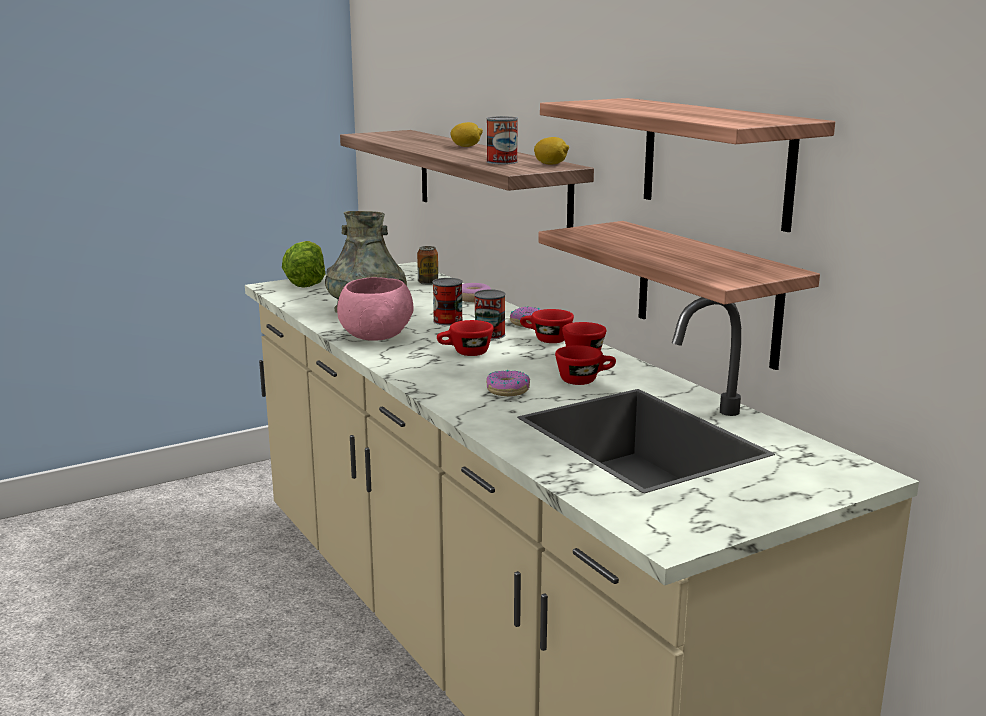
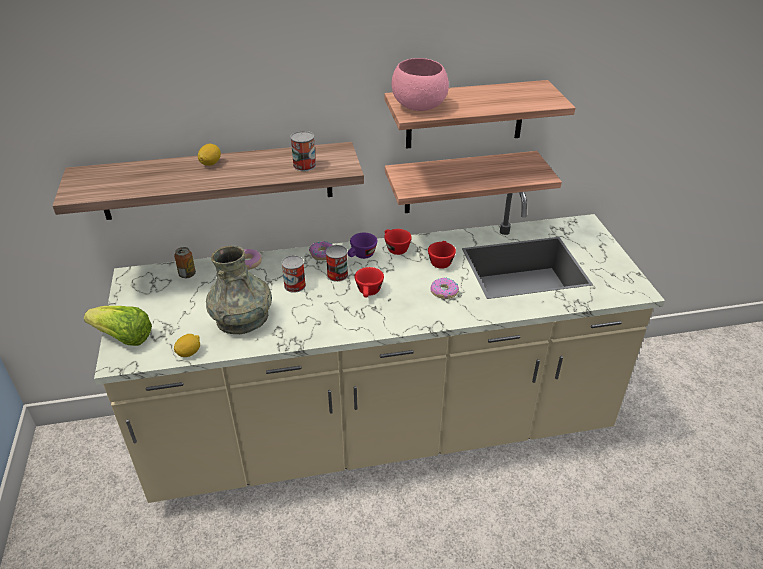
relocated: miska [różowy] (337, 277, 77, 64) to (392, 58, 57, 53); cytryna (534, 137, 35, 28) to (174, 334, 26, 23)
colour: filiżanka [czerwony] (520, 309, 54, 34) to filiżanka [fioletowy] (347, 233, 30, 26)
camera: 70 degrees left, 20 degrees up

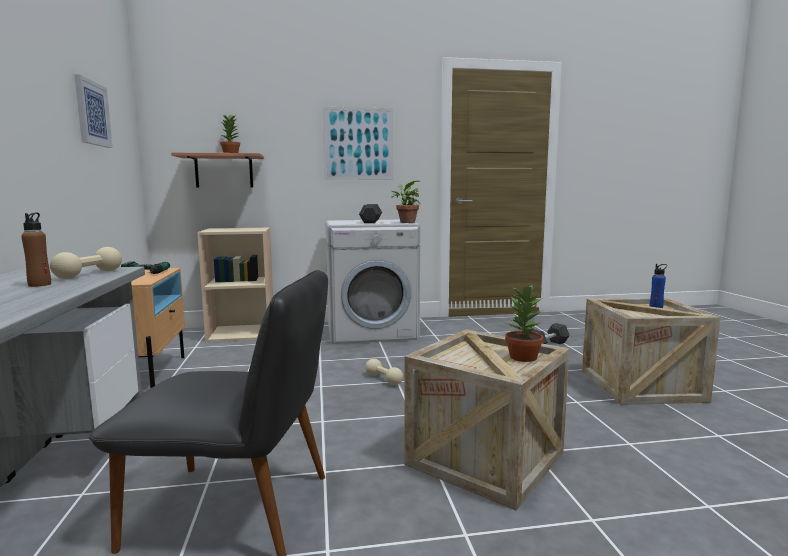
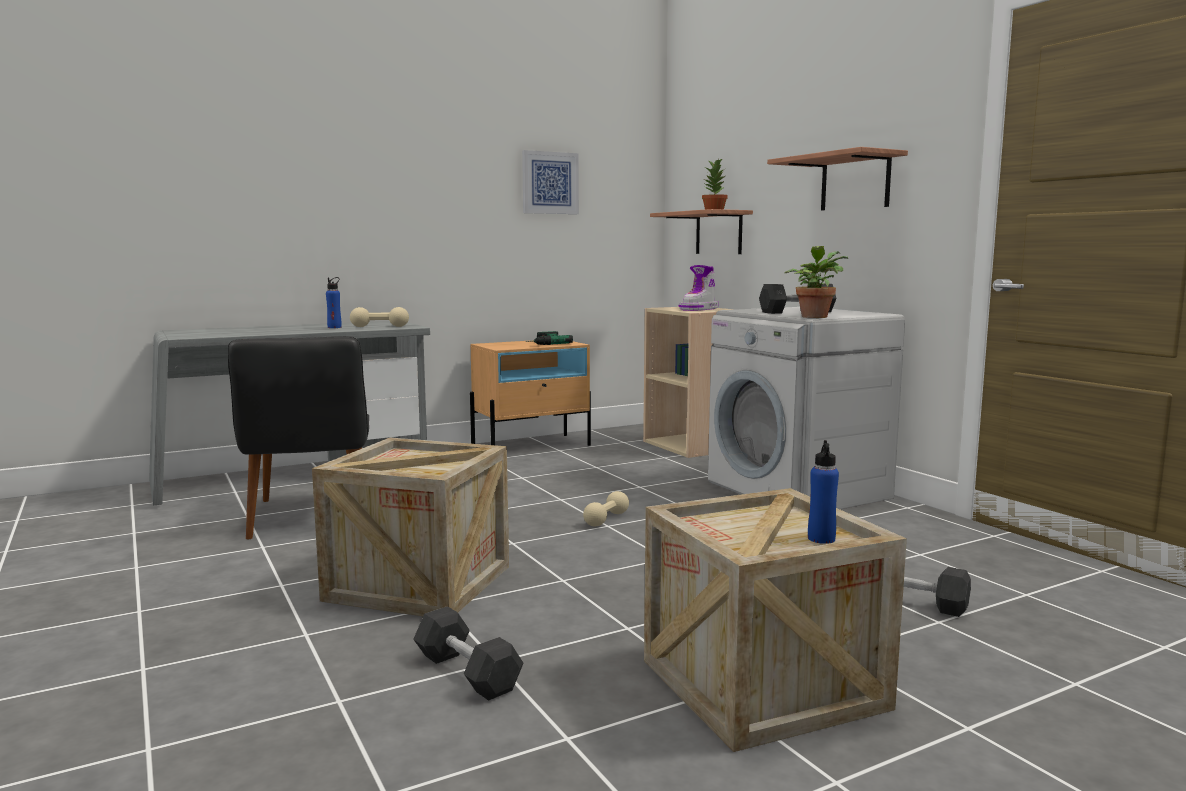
missing: roślina doniczkowa (505, 285, 38, 77)
appeared: hantel [szary] (413, 606, 110, 95); but z cholewką (679, 265, 40, 46)
exchanged: obraz (322, 107, 71, 73) to półka (767, 147, 141, 63)
colour: butelka [brązowy] (21, 213, 30, 74) to butelka [niebieski] (326, 277, 16, 51)
camera: 70 degrees right, 0 degrees up

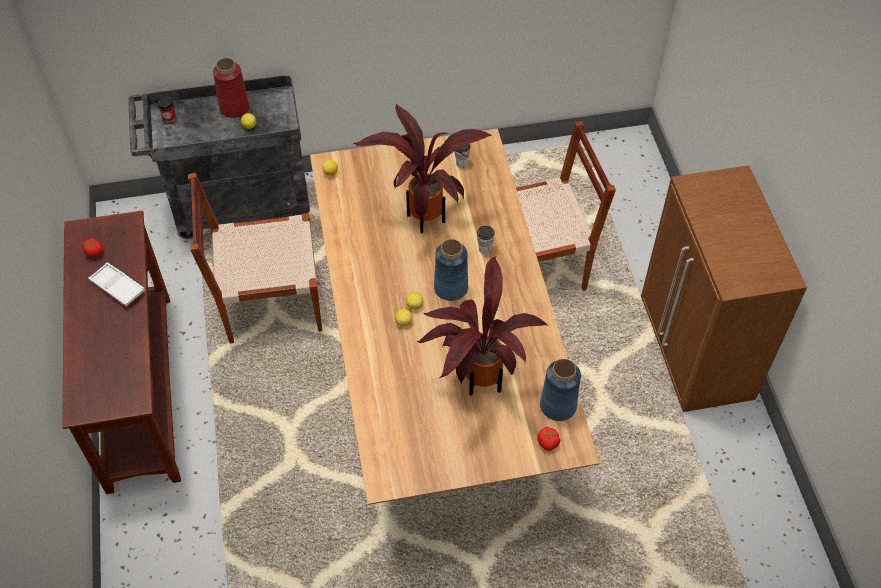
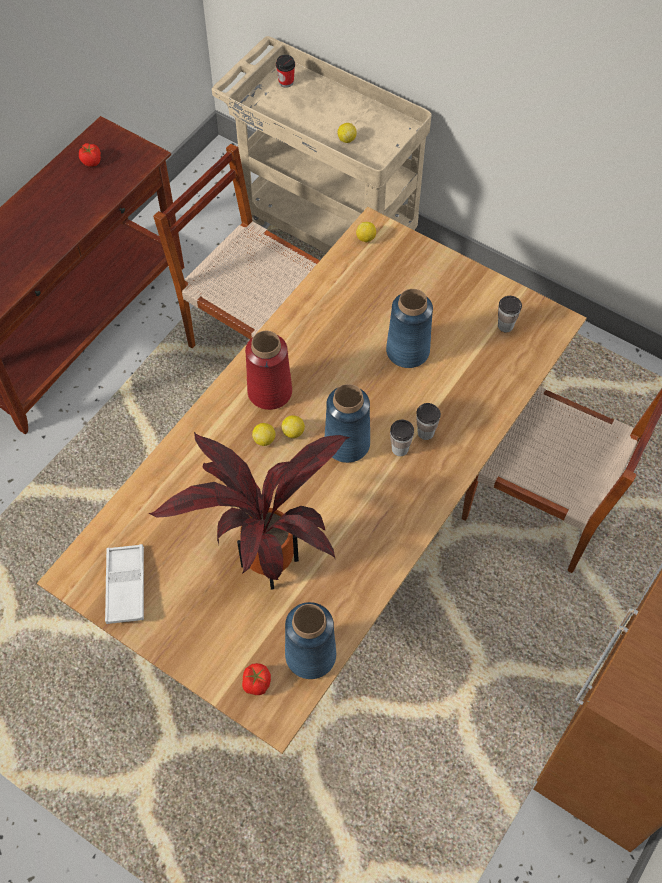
appeared: filiżanka (390, 420, 24, 36)
relocated: taca [biały] (88, 262, 57, 44) to (105, 544, 39, 80); wazon [czerwony] (213, 58, 37, 60) to (245, 331, 47, 79)
exchanged: roślina doniczkowa (354, 103, 138, 131) to wazon [niebieski] (386, 289, 47, 79)
colour: wózek [czarny] (128, 75, 182, 164) to wózek [beżowy] (212, 36, 219, 217)
camera: 45 degrees right, 5 degrees up

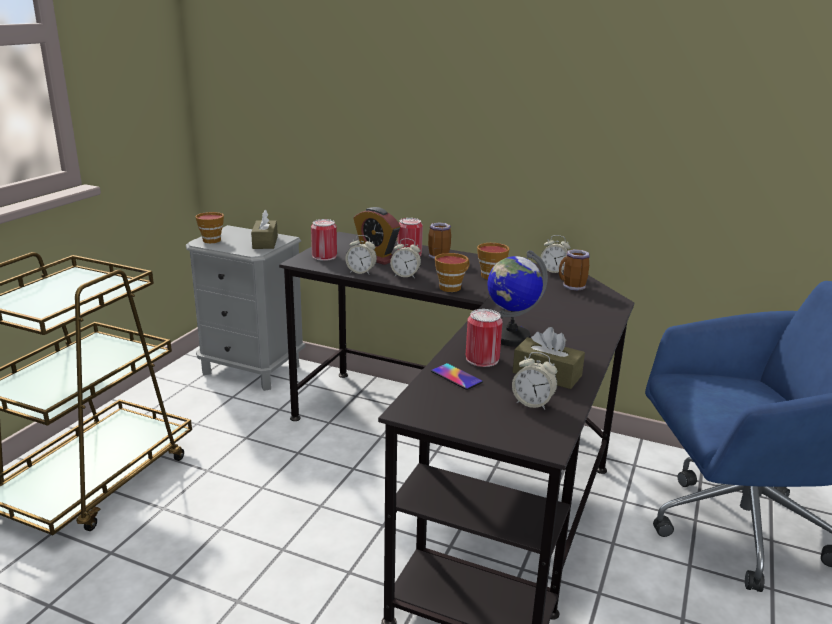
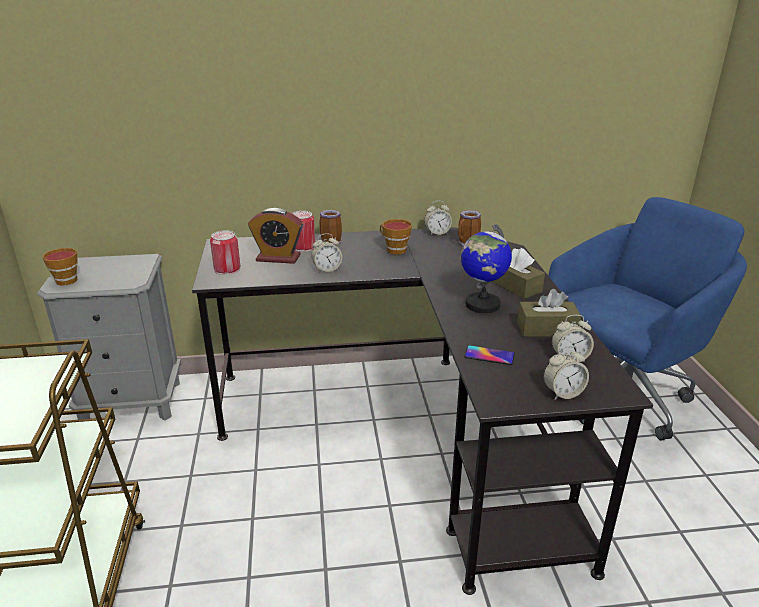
missing: filiżanka (435, 253, 34, 39); puszka (466, 309, 37, 58)
relocated: pudełko chusteczek [brązowy] (251, 210, 27, 39) to (491, 248, 54, 51); budzik (345, 235, 32, 40) to (543, 346, 46, 54)
camera: 30 degrees left, 5 degrees up

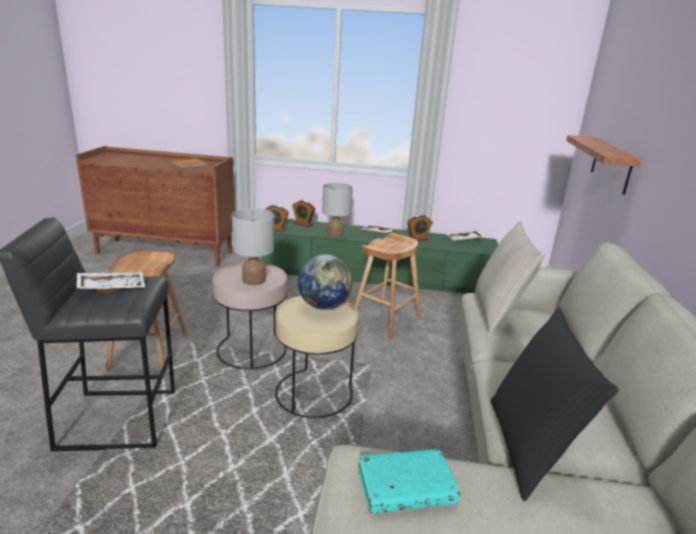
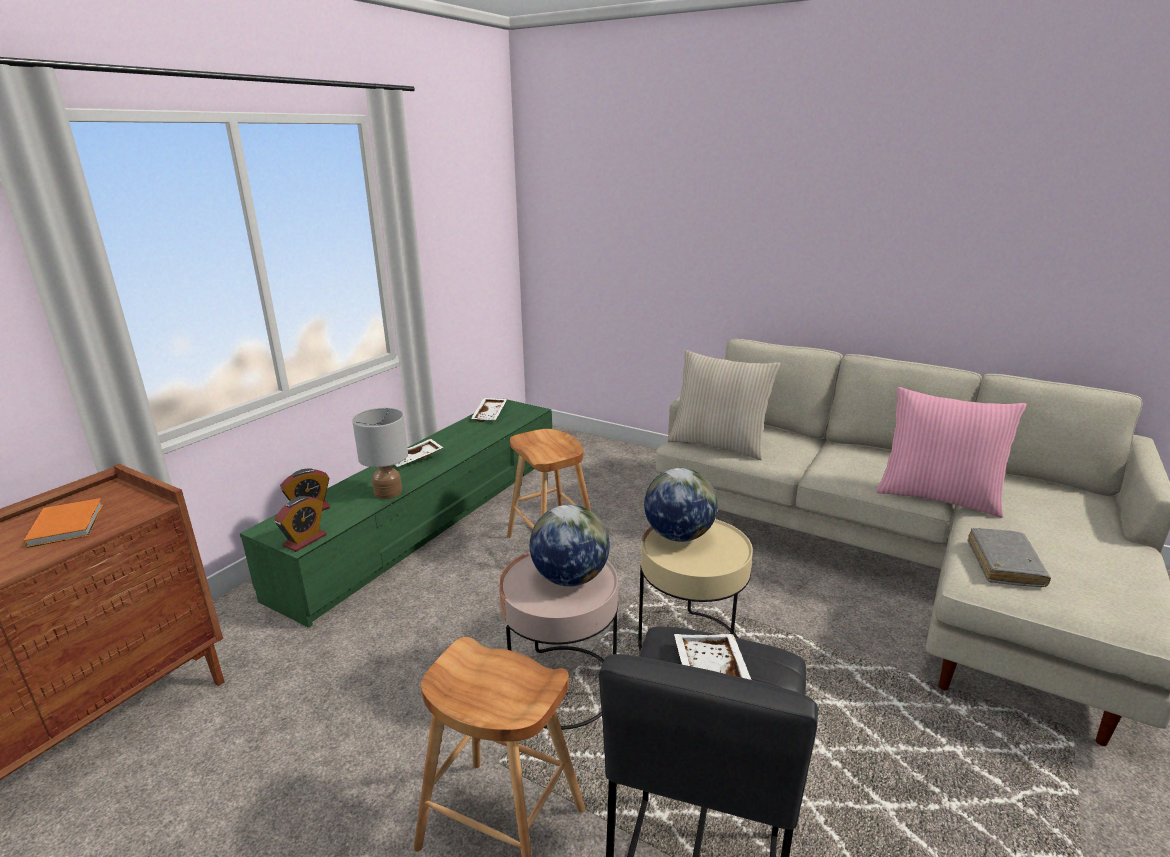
missing: budzik (407, 215, 26, 26); półka (566, 135, 75, 60)
exchanged: lampa stołowa [szary] (232, 208, 42, 77) to globus (530, 504, 80, 83)
colour: książka [turkusowy] (358, 449, 102, 65) to książka [szary] (967, 528, 84, 59); poduszka [czarny] (491, 308, 128, 193) to poduszka [różowy] (876, 387, 151, 131)
camera: 65 degrees left, 0 degrees up

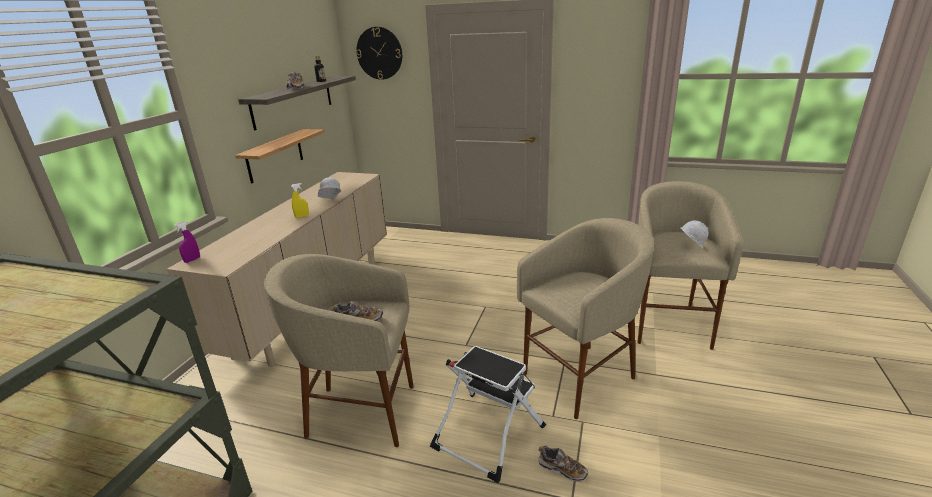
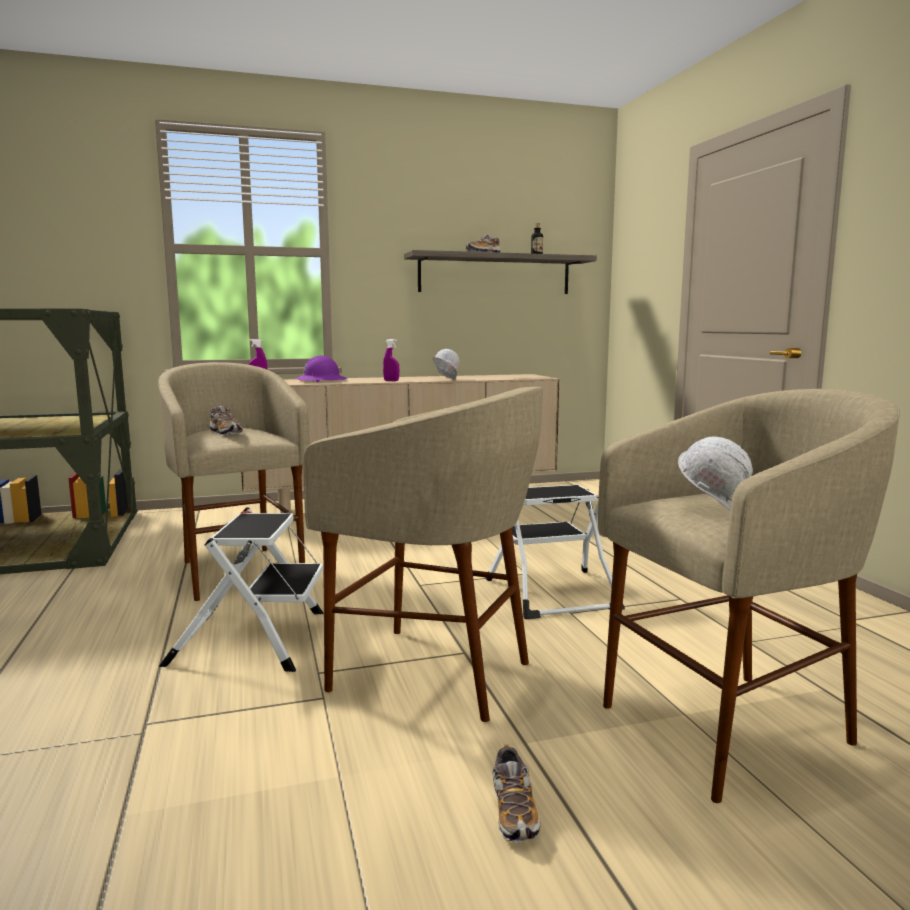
missing: półka (235, 129, 90, 54); zegar ścienny (356, 27, 46, 53)
appeared: kask [fioletowy] (295, 356, 53, 26); drabinka (486, 485, 139, 134)
relocated: but (538, 446, 50, 36) to (492, 745, 49, 98)
colour: spryskiwacz [żółty] (291, 183, 18, 35) to spryskiwacz [fioletowy] (383, 339, 16, 42)
camera: 55 degrees right, 15 degrees down

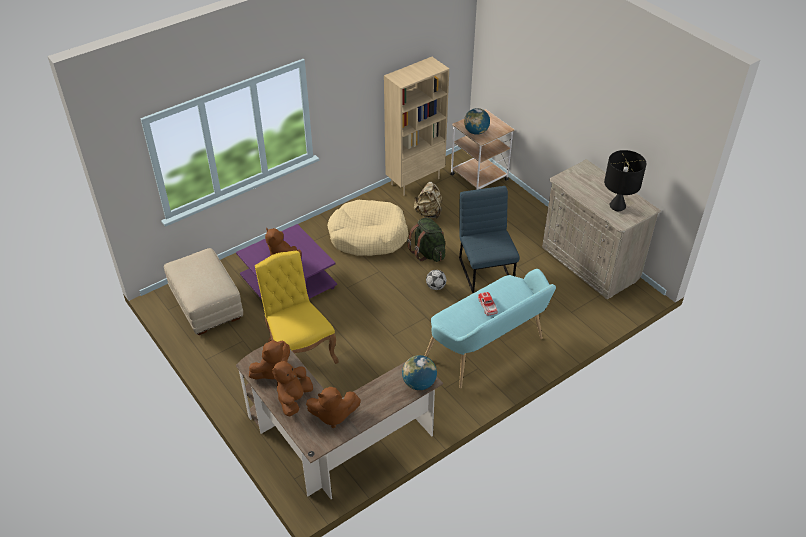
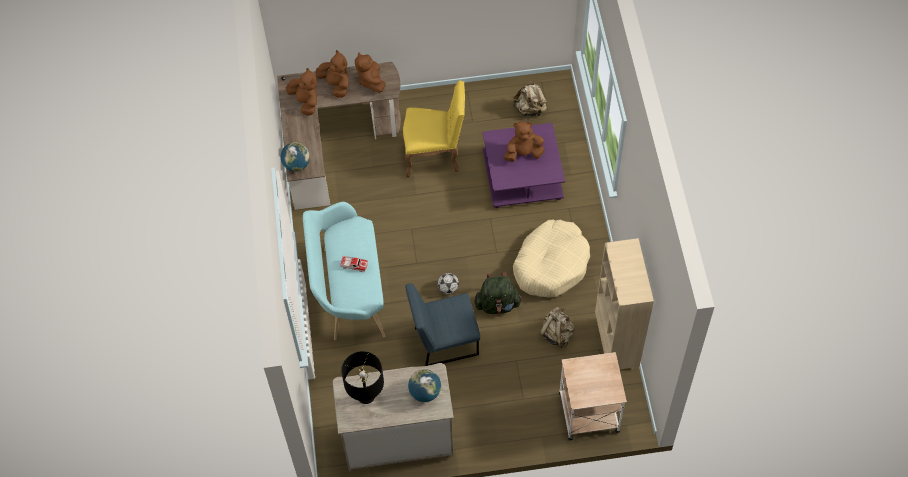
relocated: globus (464, 108, 26, 27) to (408, 369, 33, 33)
exchanged: pufa [beżowy] (164, 248, 79, 87) to plecak [beżowy] (513, 81, 34, 36)
spun: pluszak [brązowy] (306, 387, 55, 41) = (286, 68, 31, 48) 120 degrees clockwise; krzesło [niebieski] (459, 186, 61, 107) = (406, 283, 74, 83) 150 degrees clockwise
camera: 120 degrees right, 15 degrees up

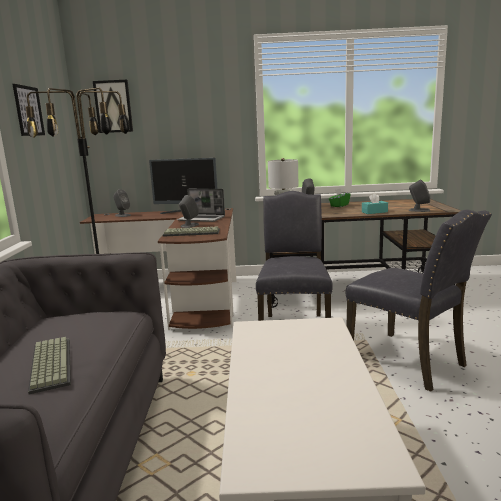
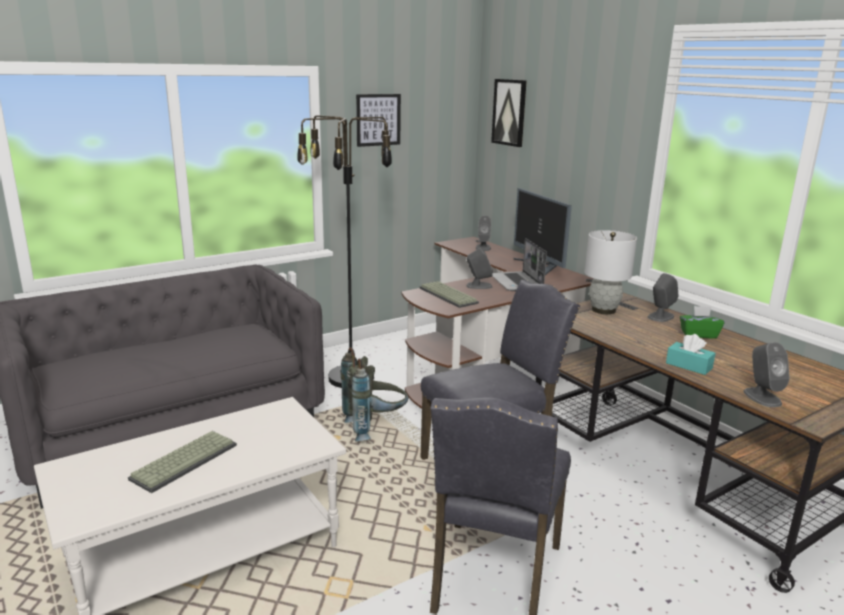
appeared: plecak [szary] (341, 347, 67, 94)
relocated: klawiatura (28, 337, 43, 57) to (128, 431, 109, 62)
camera: 55 degrees right, 5 degrees up

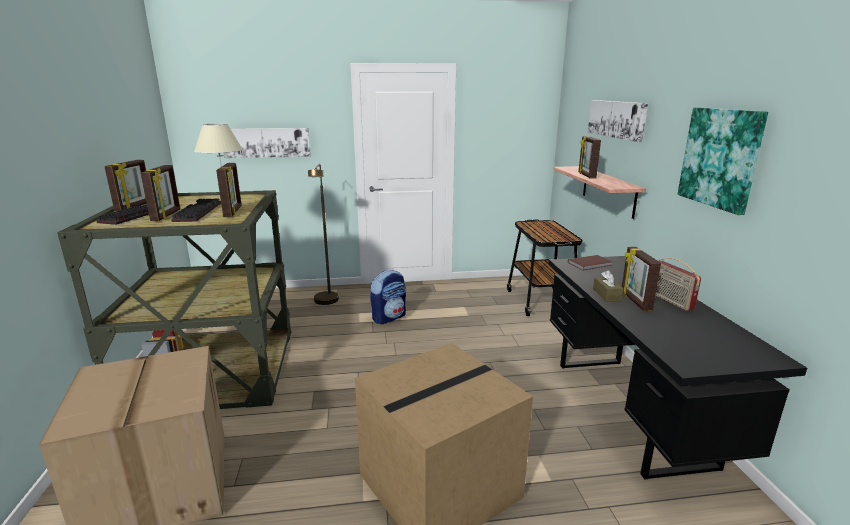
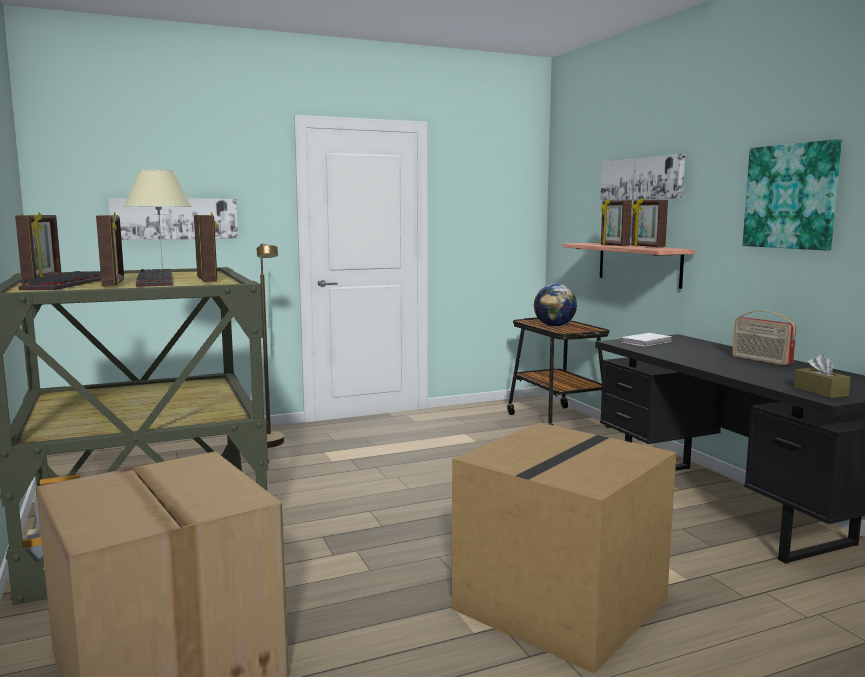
missing: plecak (370, 270, 36, 54)
appeared: globus (534, 284, 43, 43)
relocated: pudełko chusteczek [brązowy] (593, 270, 31, 32) to (794, 354, 57, 44); ramka na zdjęcie (622, 247, 39, 64) to (631, 198, 37, 49)
colour: książka [brązowy] (568, 255, 44, 16) to książka [biały] (620, 333, 52, 13)
camera: 15 degrees left, 10 degrees down

